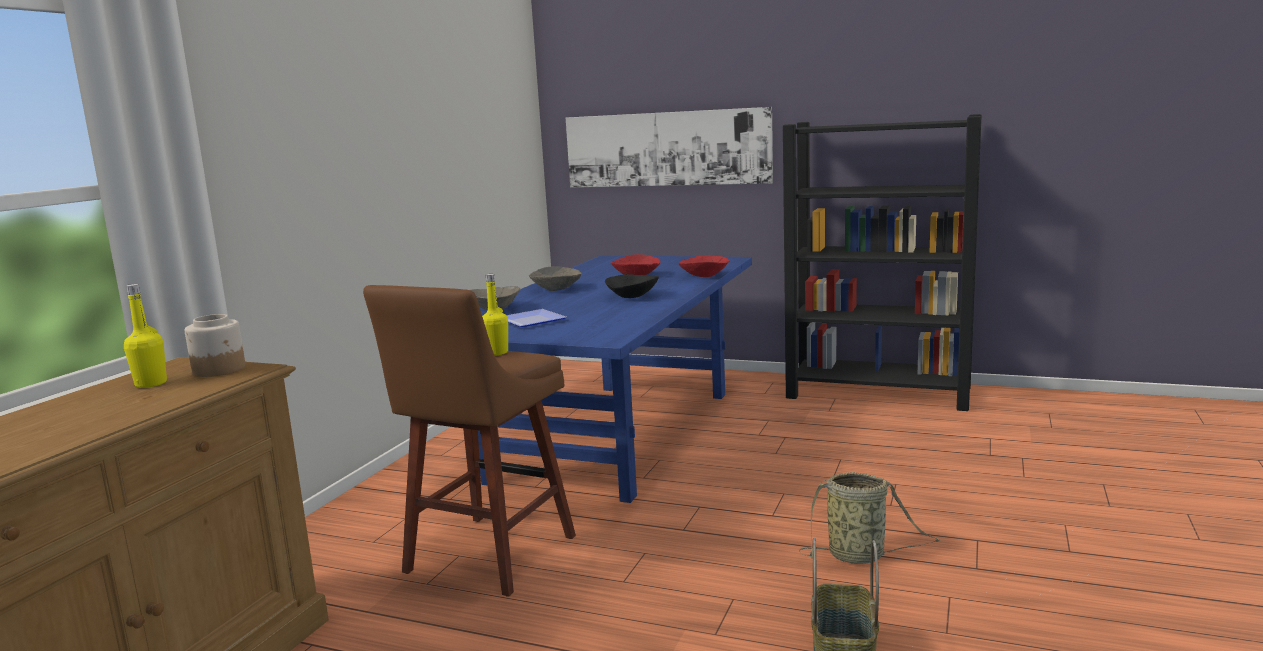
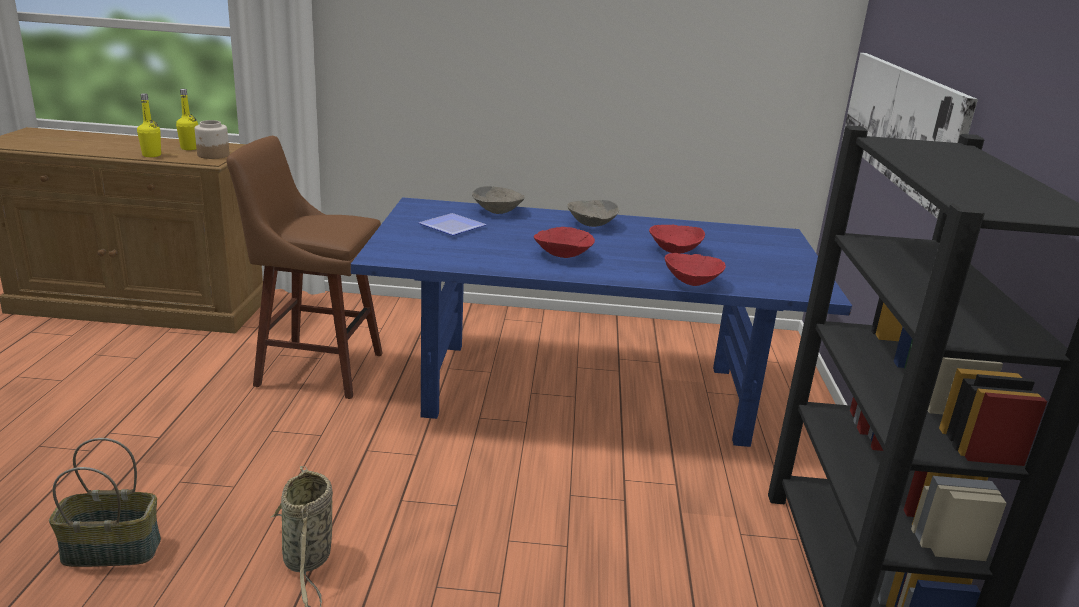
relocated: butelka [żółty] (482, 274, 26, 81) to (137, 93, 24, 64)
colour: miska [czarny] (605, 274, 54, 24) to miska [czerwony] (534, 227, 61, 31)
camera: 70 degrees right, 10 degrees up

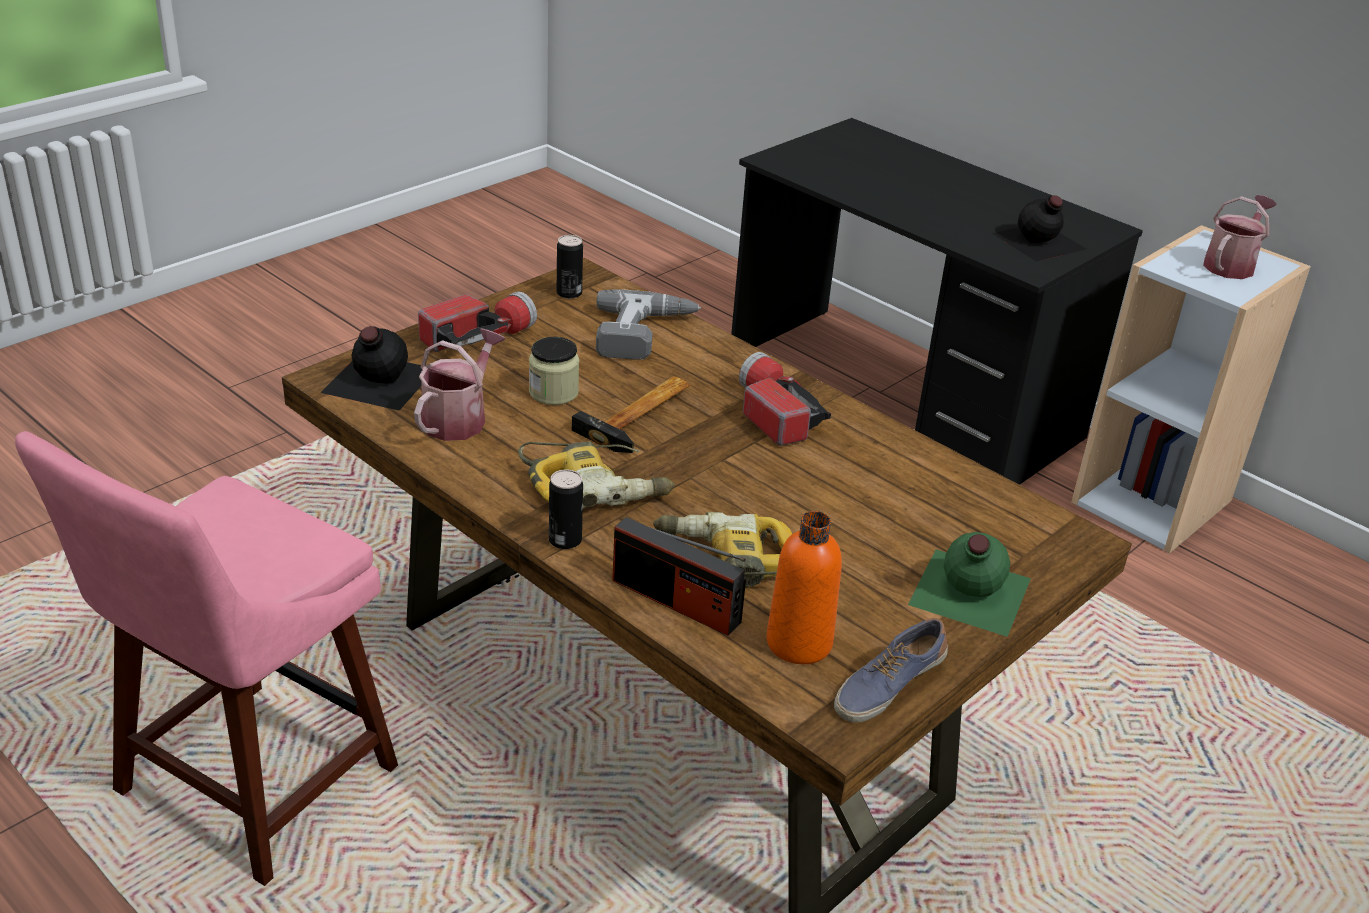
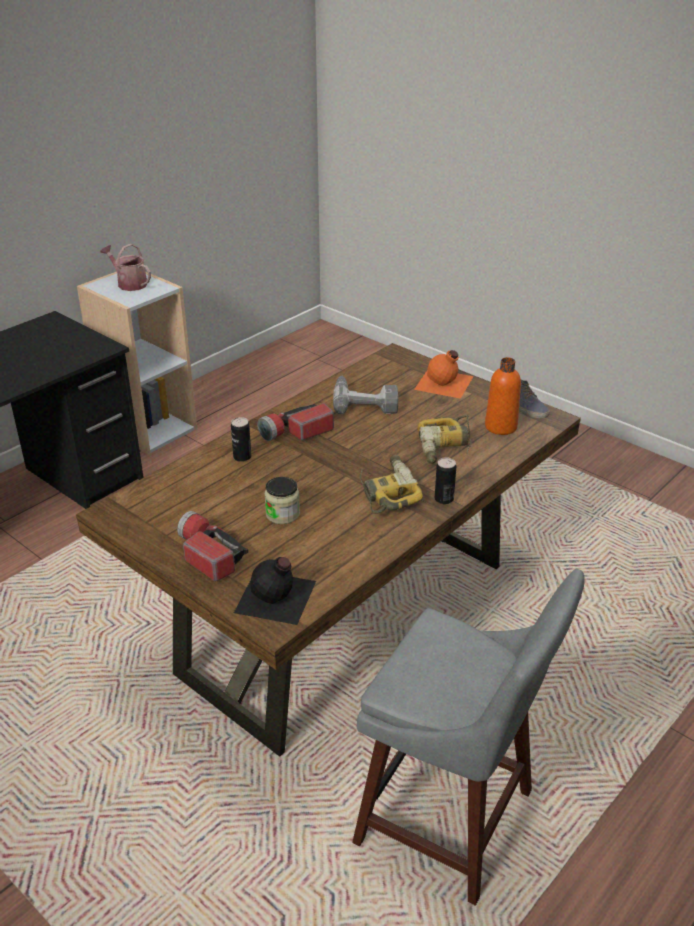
missing: konewka (414, 329, 91, 112); młotek (572, 376, 118, 77); radio (612, 517, 134, 119); butelka [czarny] (992, 195, 94, 66)
relocated: puszka (557, 235, 26, 64) to (231, 417, 20, 45); wiertarka (596, 289, 105, 71) to (333, 376, 65, 38)
colour: krzesło [różowy] (15, 431, 383, 455) to krzesło [szary] (352, 569, 233, 337); butelka [zielony] (908, 532, 123, 105) to butelka [pomarańczowy] (414, 350, 60, 49)
camera: 90 degrees left, 0 degrees up

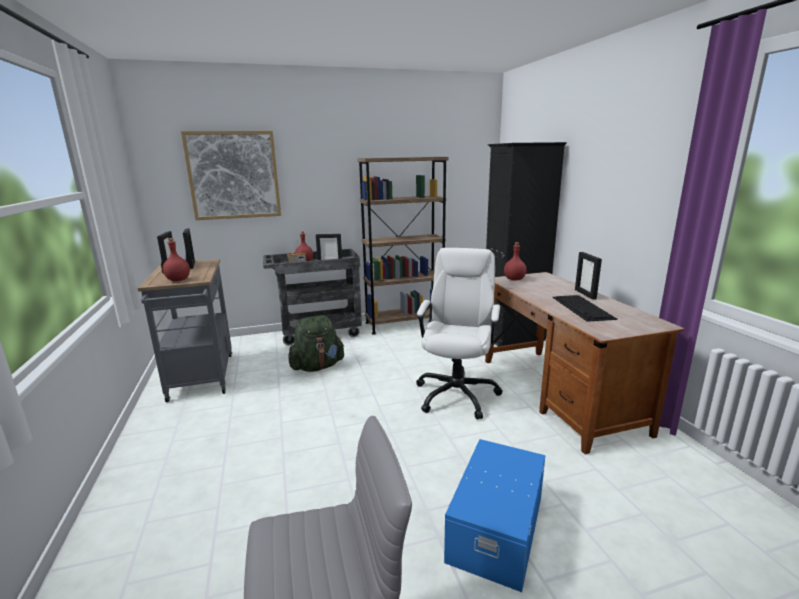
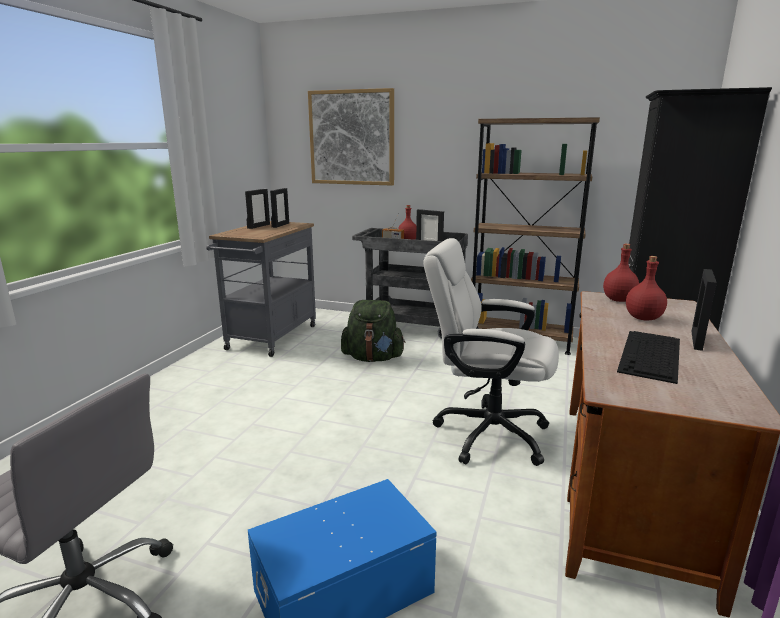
relocated: butelka [czerwony] (163, 238, 27, 43) to (626, 256, 41, 64)
spun: krzesło biurowe [biały] (416, 248, 87, 172) = (423, 238, 136, 228) 120 degrees counterclockwise
camera: 35 degrees right, 0 degrees up

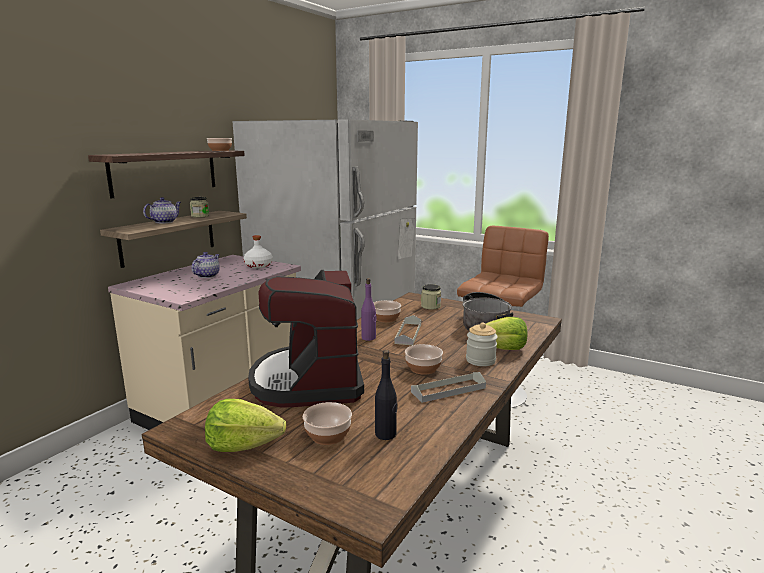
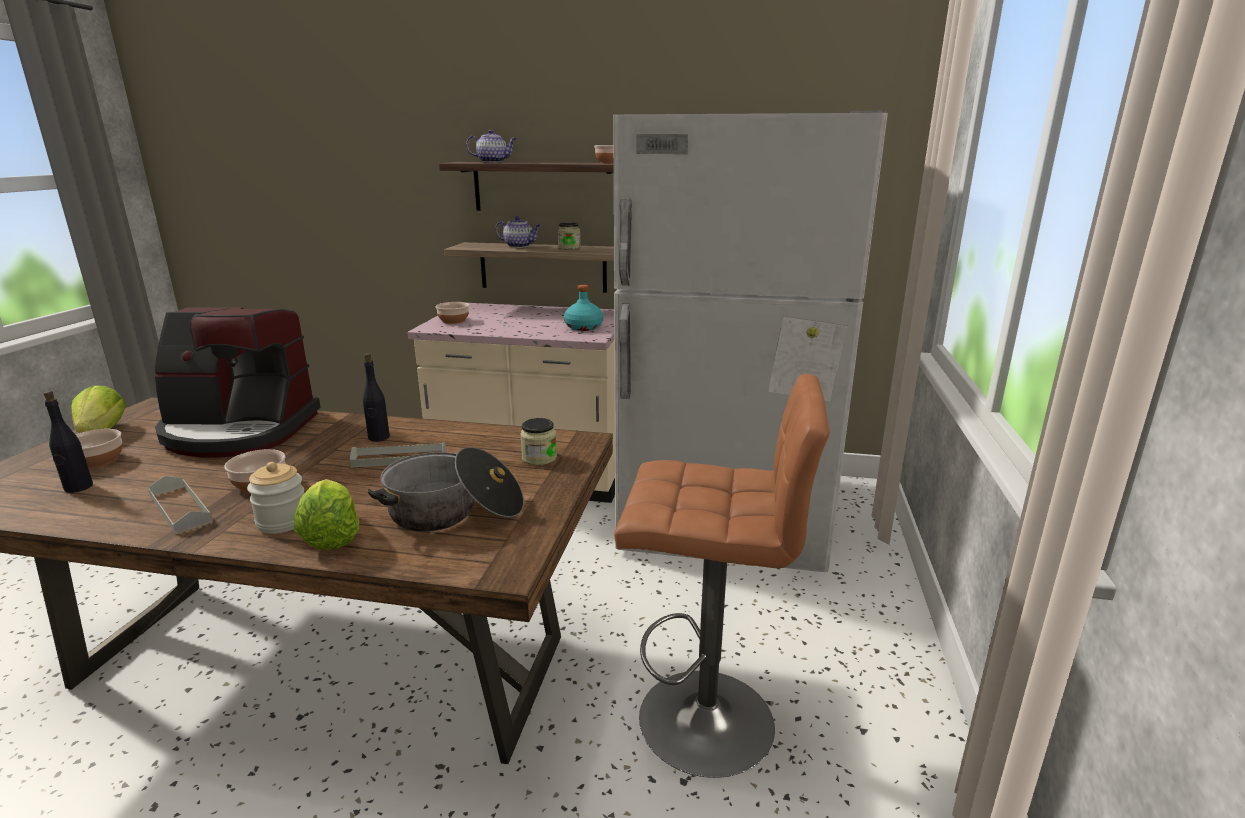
relocated: imbryk (191, 252, 29, 26) to (466, 130, 51, 32); miska (374, 300, 27, 22) to (436, 302, 33, 22)
colour: butelka [biały] (244, 235, 29, 33) to butelka [turkusowy] (564, 285, 39, 46); butelka [fioletowy] (361, 278, 15, 63) to butelka [czarny] (363, 353, 27, 89)
spun: ekspres do kawy (248, 270, 116, 138) = (155, 307, 166, 150) 150 degrees counterclockwise
camera: 70 degrees right, 5 degrees up

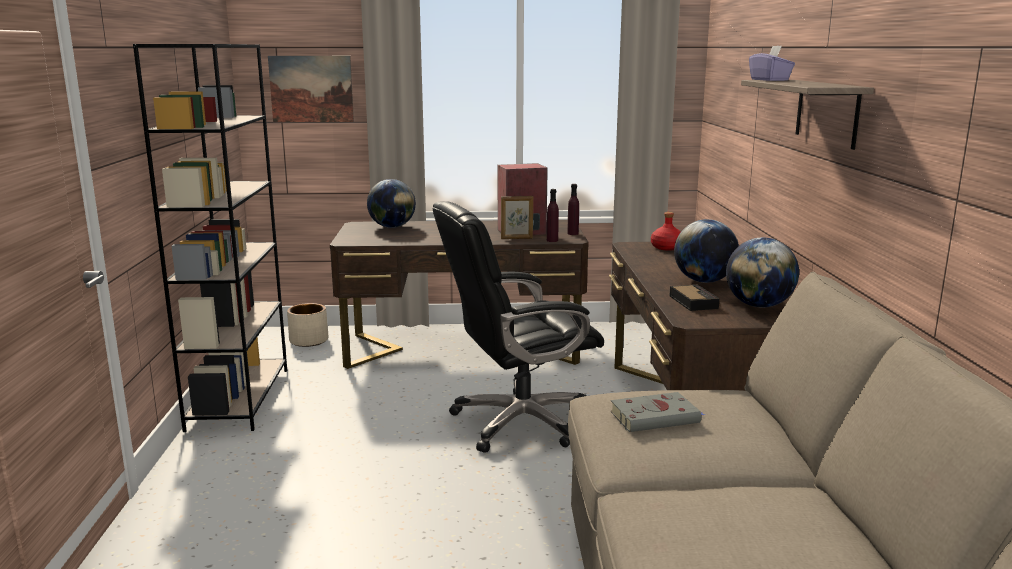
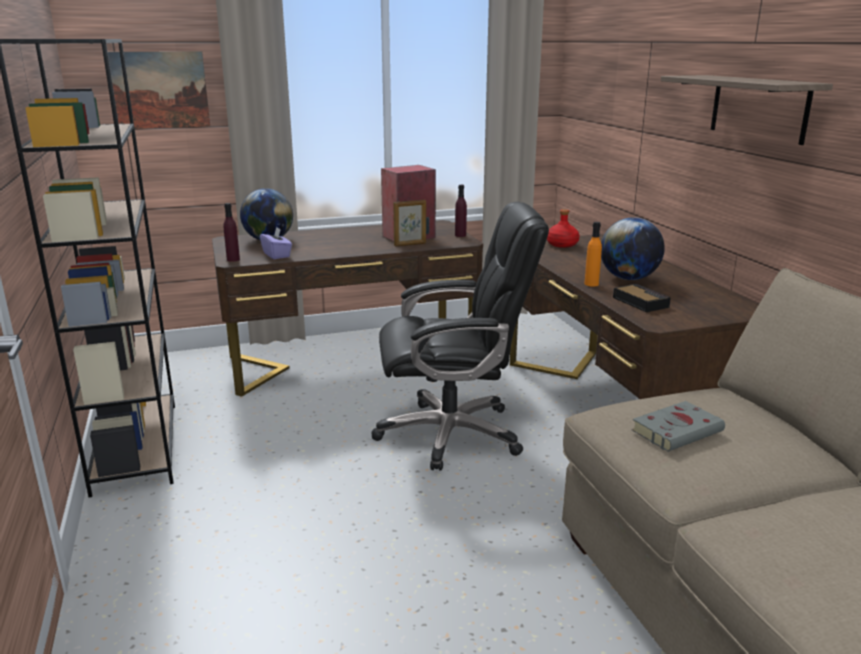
missing: donica [beżowy] (287, 303, 41, 44); globus (726, 237, 73, 71)
appeared: butelka [pomarańczowy] (584, 222, 18, 65)
relocated: butelka [fioletowy] (547, 189, 12, 53) to (223, 203, 17, 59); pudełko chusteczek [fioletowy] (749, 46, 46, 35) to (260, 227, 32, 32)
spun: krzesło biurowe [czarny] (433, 201, 171, 252) = (372, 202, 177, 268) 150 degrees counterclockwise
camera: 15 degrees left, 5 degrees up

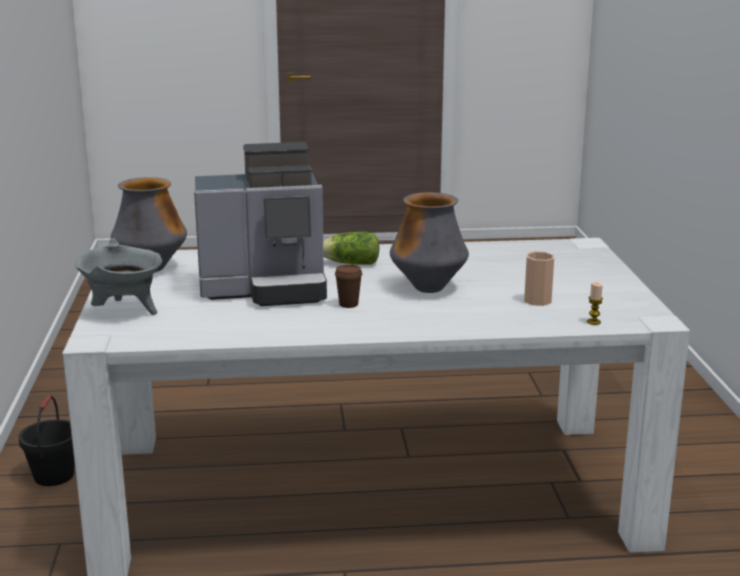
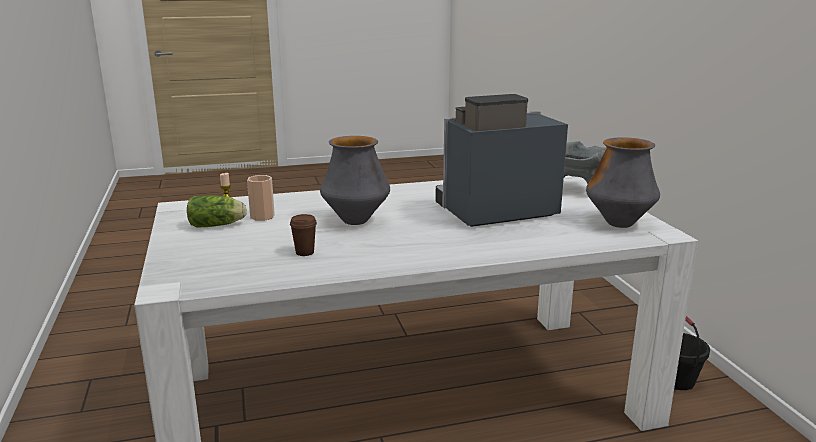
relocated: sałata (323, 231, 57, 34) to (187, 196, 60, 31); filiżanka [brązowy] (335, 264, 27, 44) to (290, 214, 27, 42)
camera: 170 degrees right, 0 degrees up

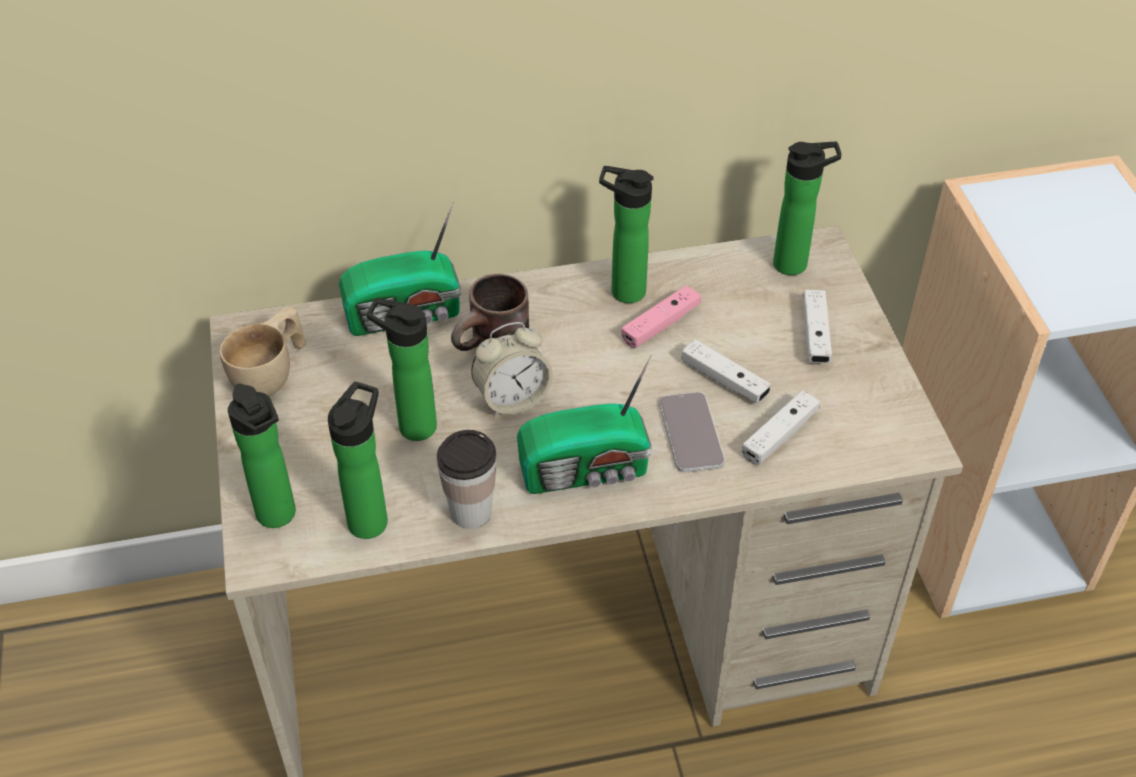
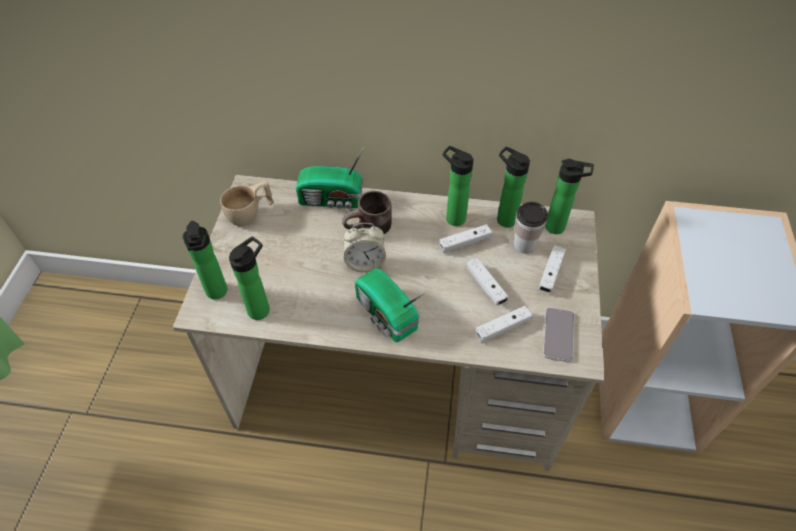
relocated: butelka (367, 298, 70, 143) to (497, 147, 33, 80); filiżanka (437, 430, 59, 99) to (514, 202, 34, 52); telefon (660, 392, 65, 80) to (543, 307, 31, 55)
colour: pad do gier [różowy] (621, 285, 80, 64) to pad do gier [biały] (439, 224, 53, 29)
spun: radio (517, 356, 135, 138) = (355, 268, 70, 74) 45 degrees clockwise
camera: 20 degrees right, 5 degrees up

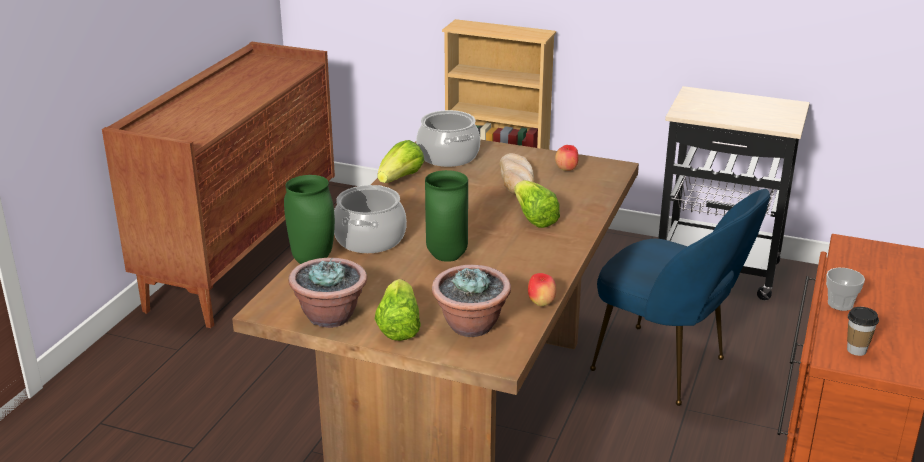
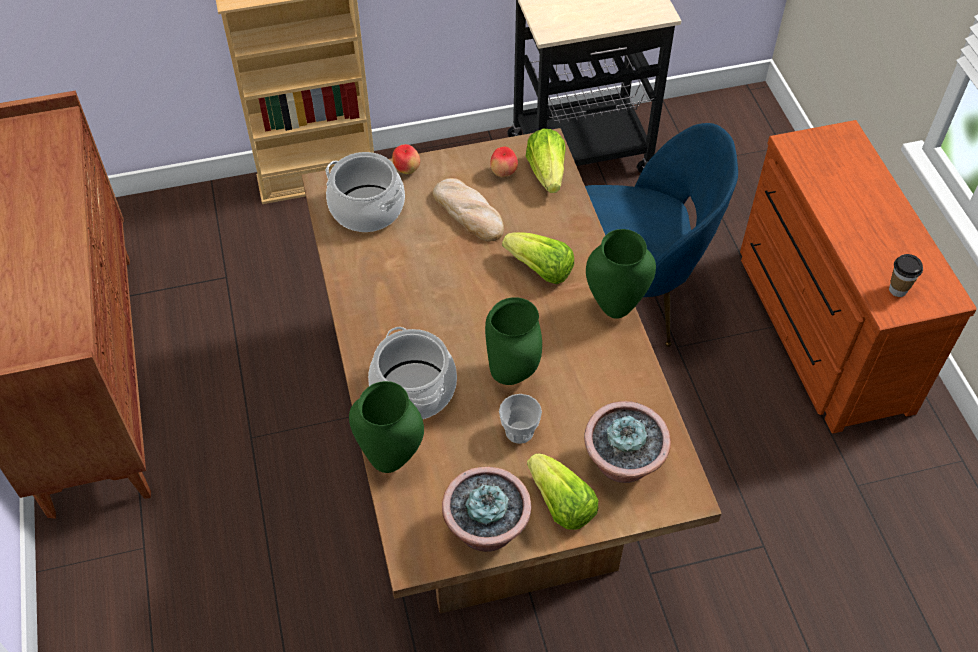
appeared: wazon [zielony] (586, 229, 70, 90)
relocated: sałata (377, 140, 47, 43) to (526, 129, 40, 64); jabłko (528, 273, 28, 33) to (392, 144, 28, 30); filiżanka (826, 268, 39, 43) to (499, 394, 43, 50)
camera: 35 degrees left, 25 degrees up

